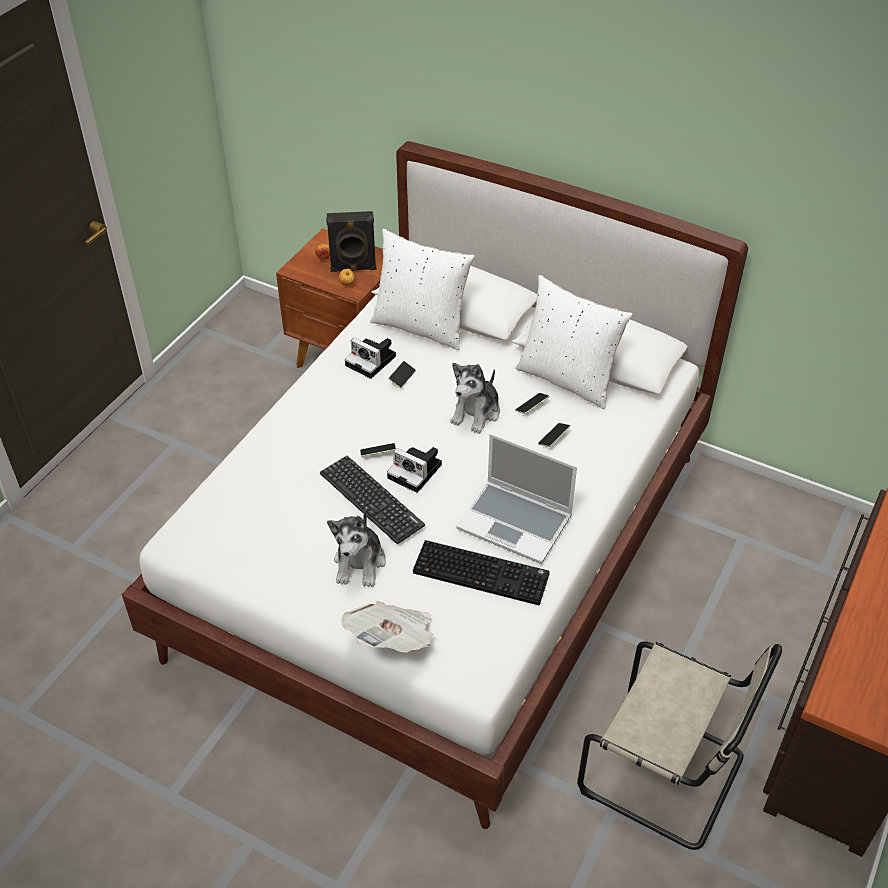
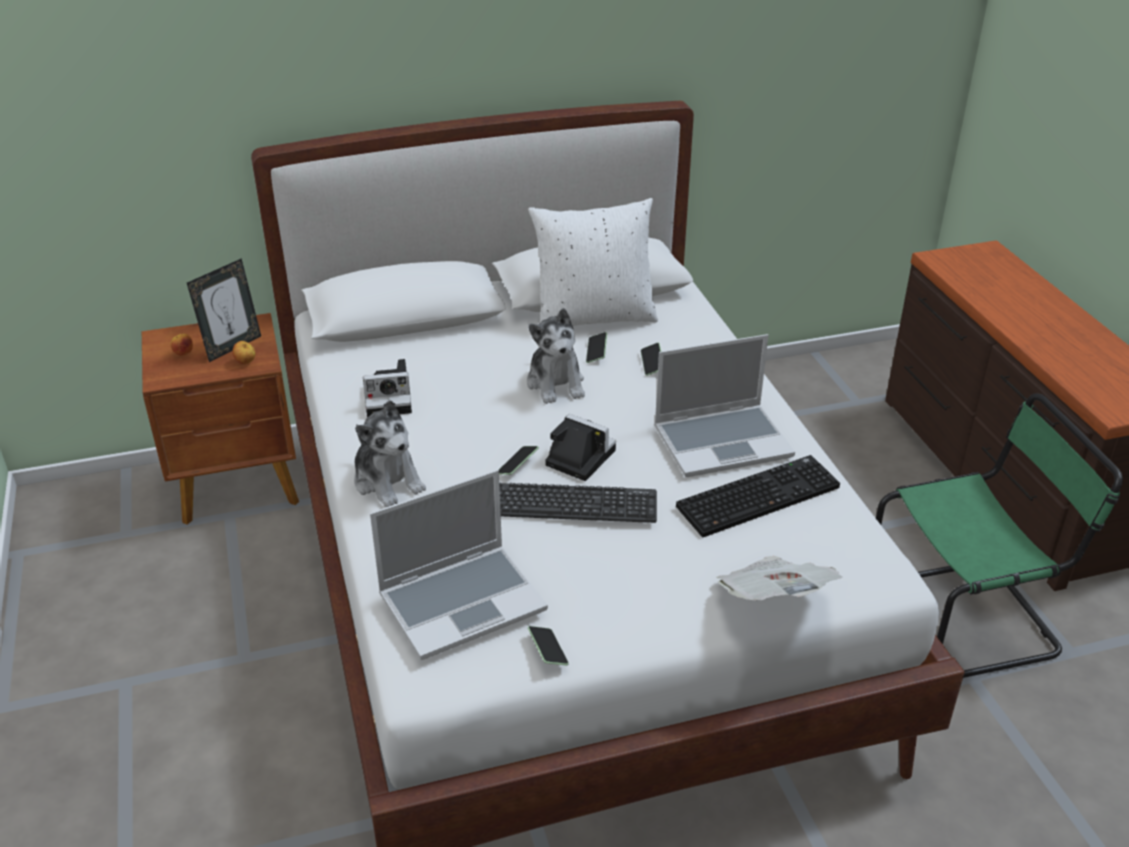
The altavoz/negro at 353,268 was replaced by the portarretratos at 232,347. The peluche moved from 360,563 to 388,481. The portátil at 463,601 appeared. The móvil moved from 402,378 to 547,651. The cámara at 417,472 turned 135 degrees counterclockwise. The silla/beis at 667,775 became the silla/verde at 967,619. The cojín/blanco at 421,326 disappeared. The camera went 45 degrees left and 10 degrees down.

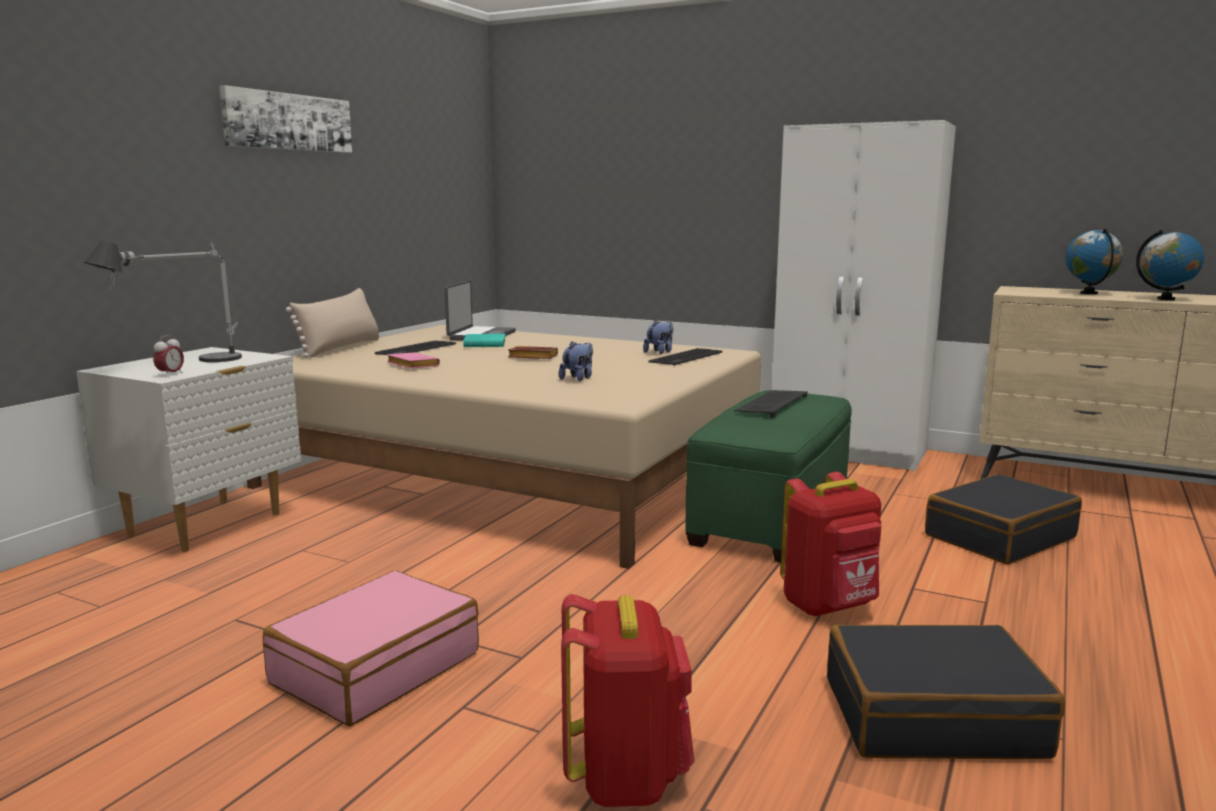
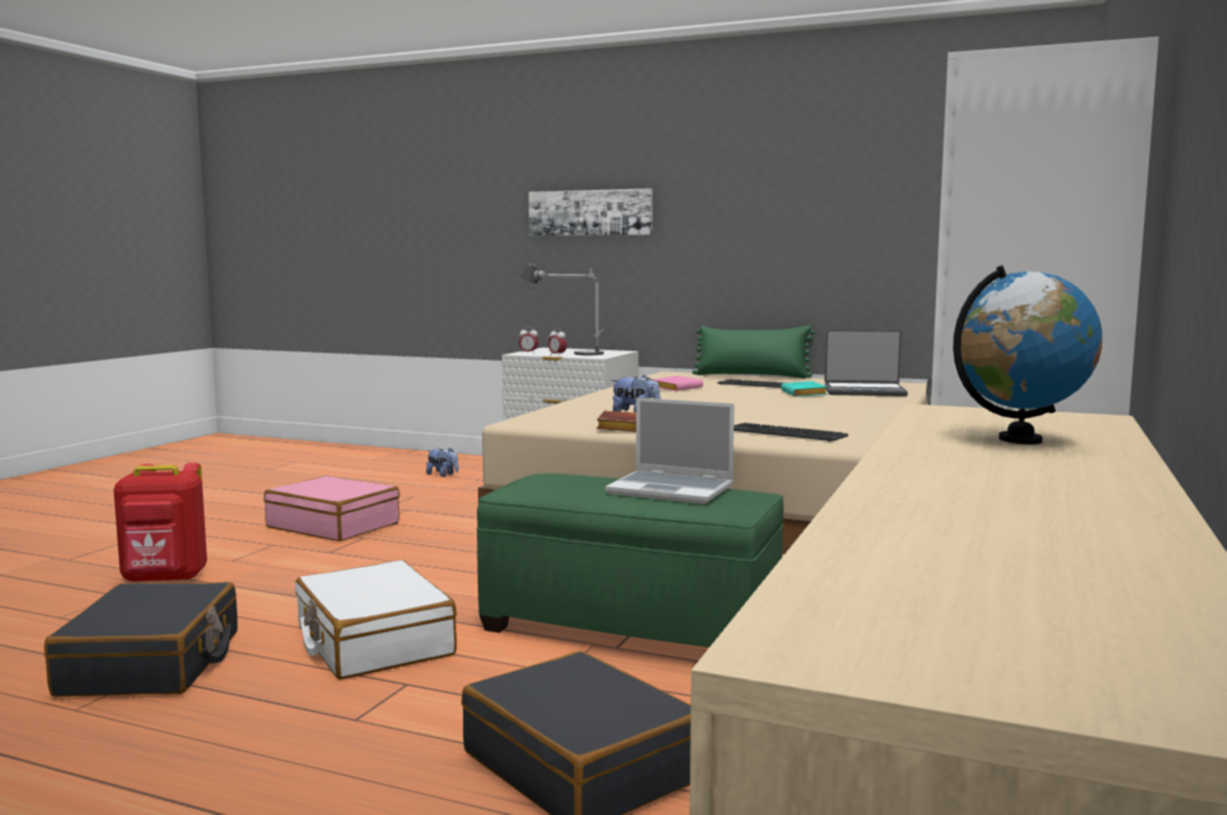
The mochila/rojo at 829,606 was replaced by the maleta/blanco at 373,642. The peluche moved from 660,352 to 443,475. The cuadro moved from 288,122 to 590,213. The despertador at 557,355 appeared. The libro/marrón moved from 531,357 to 618,427. The teclado at 771,404 was replaced by the portátil at 672,490. The cojín/beis at 340,348 became the cojín/verde at 752,376. The globo terráqueo at 1165,299 disappeared. The camera went 85 degrees right and 5 degrees down.

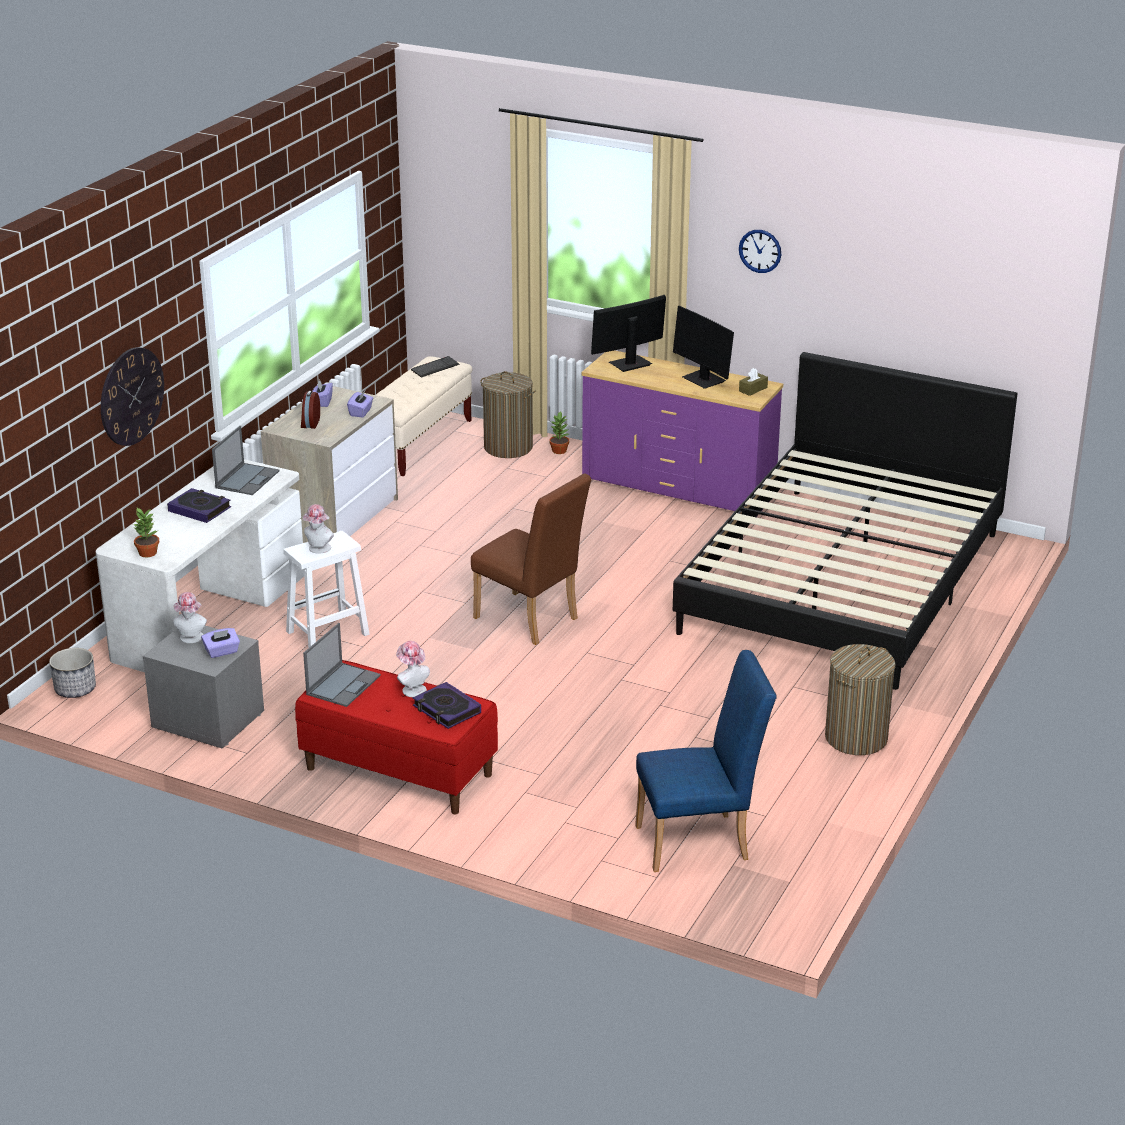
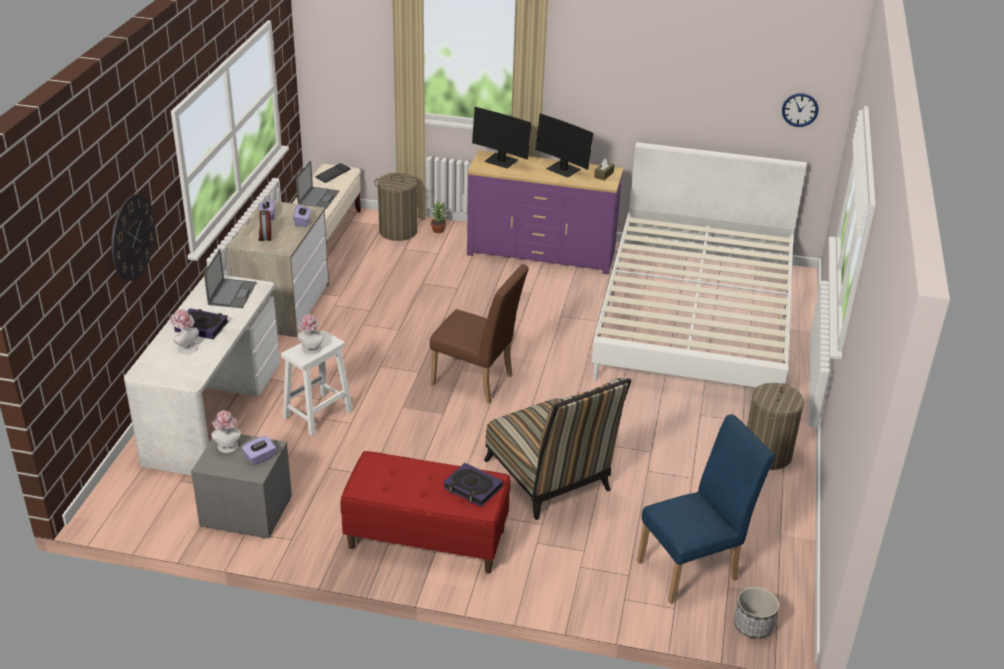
The sombrero moved from 412,689 to 186,347. The portátil moved from 343,684 to 318,198. The monitor at 630,364 turned 105 degrees counterclockwise. The silla at 551,480 appeared. The cama/negro at 843,581 became the cama/blanco at 696,319. The maceta moved from 75,689 to 753,626. The reloj de pared moved from 760,251 to 800,109. The planta en maceta at 147,553 disappeared. The camera went 15 degrees left and 5 degrees up.

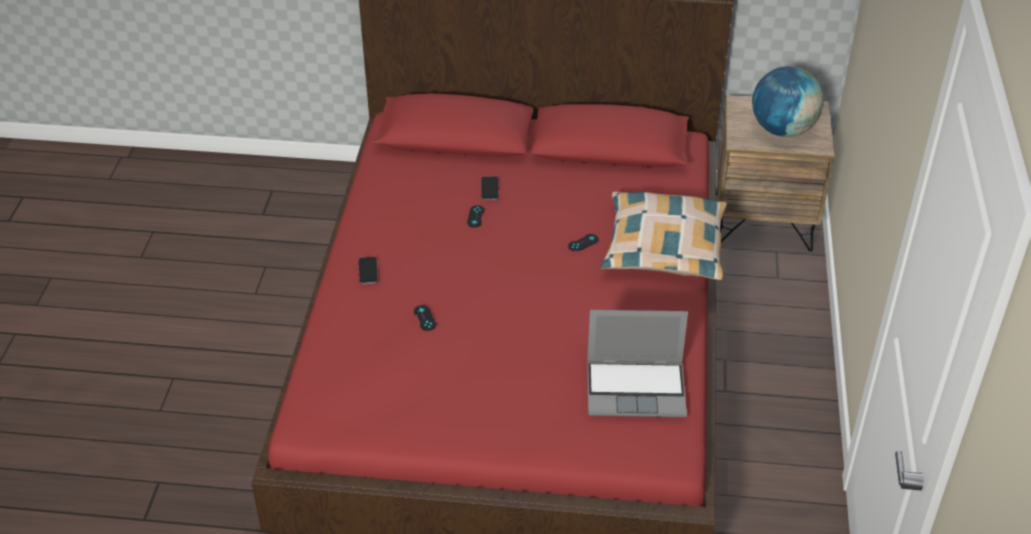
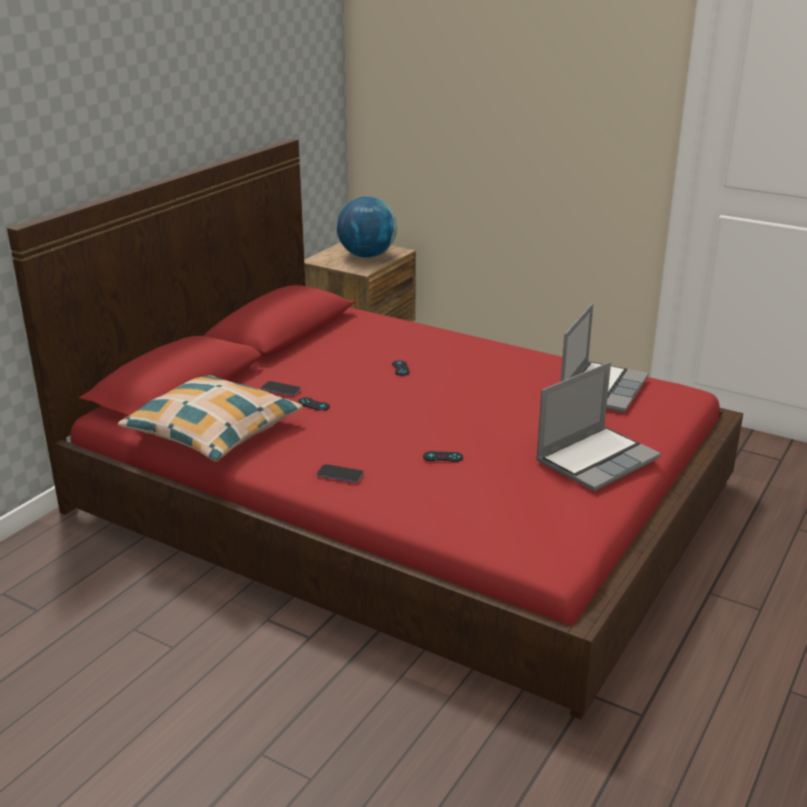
The cojín moved from 664,247 to 213,431. The portátil at 597,459 appeared. The camera went 65 degrees left and 15 degrees down.

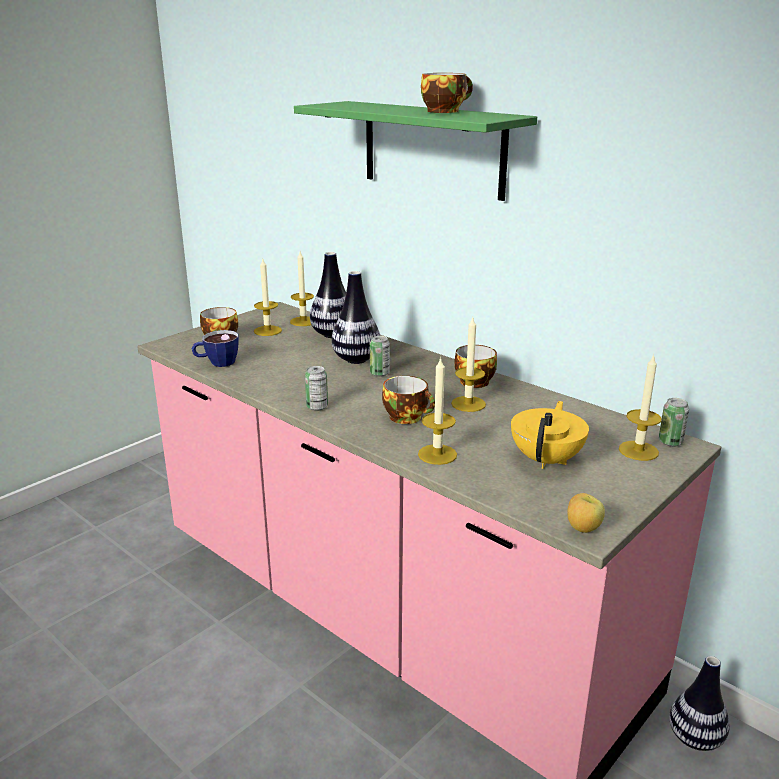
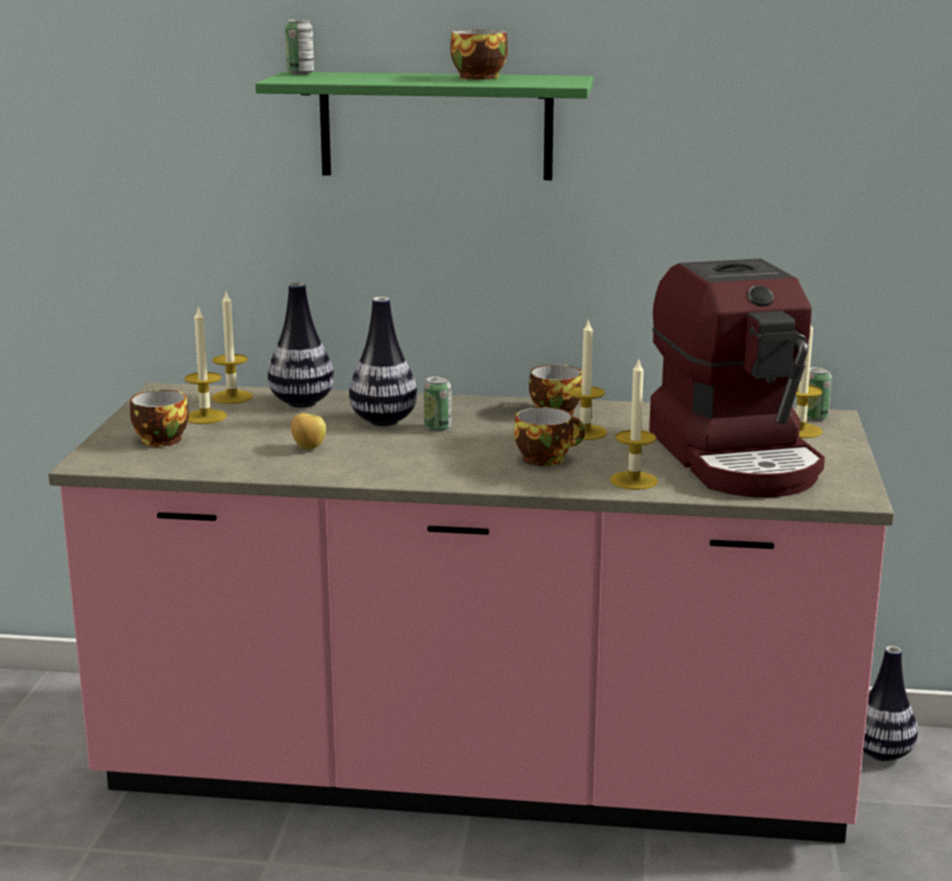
The lata moved from 317,407 to 300,73. The manzana moved from 582,529 to 308,448. The tetera/amarillo at 547,459 was replaced by the cafetera at 737,458. The taza at 217,363 disappeared. The camera went 35 degrees left and 5 degrees down.

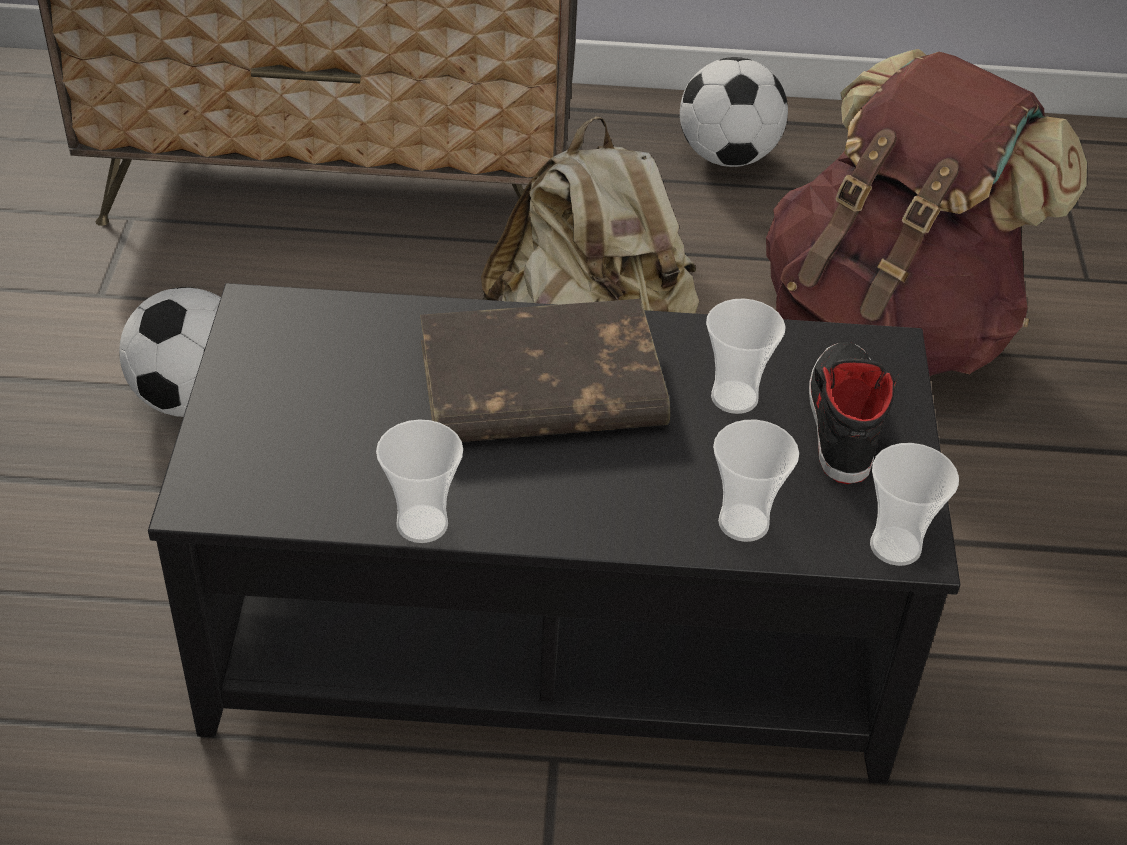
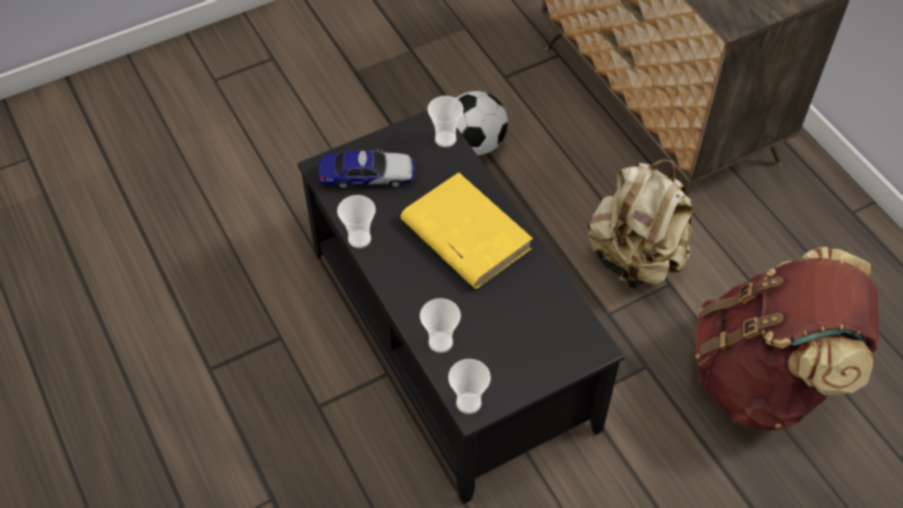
The coche de juguete at 367,175 appeared. The libro/marrón at 539,385 became the libro/amarillo at 465,234. The taza moved from 734,397 to 445,139. The balón de fútbol at 727,156 disappeared. The zapato/negro at 841,419 disappeared. The camera went 60 degrees right and 10 degrees up.

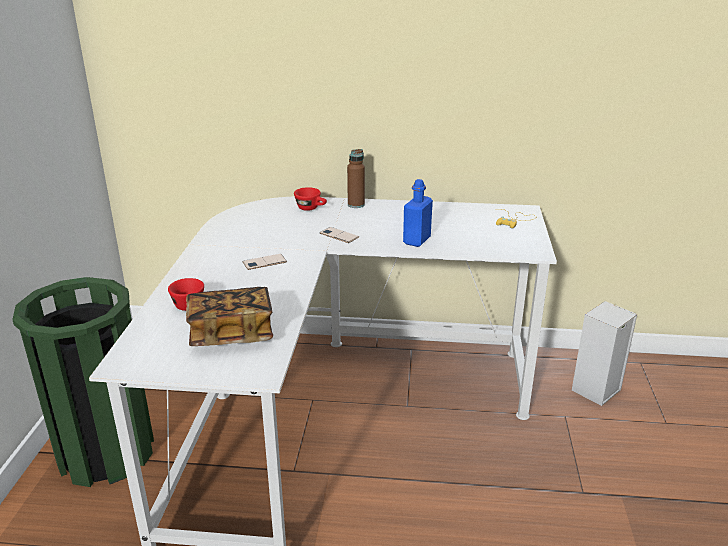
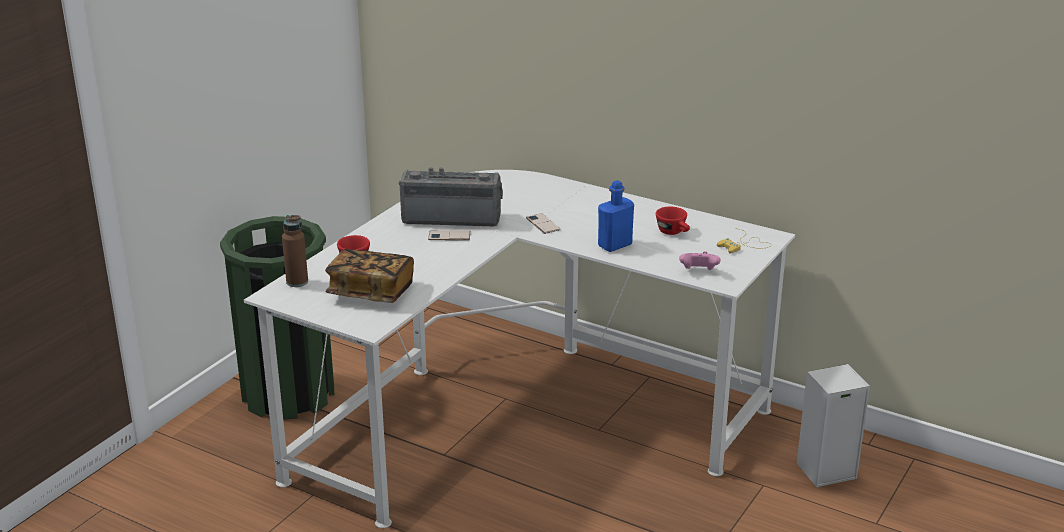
The botella/marrón moved from 356,205 to 297,282. The radio at 452,217 appeared. The taza/rojo moved from 311,208 to 674,232. The mando de consola/rosa at 698,272 appeared. The camera went 25 degrees right and 0 degrees up.

